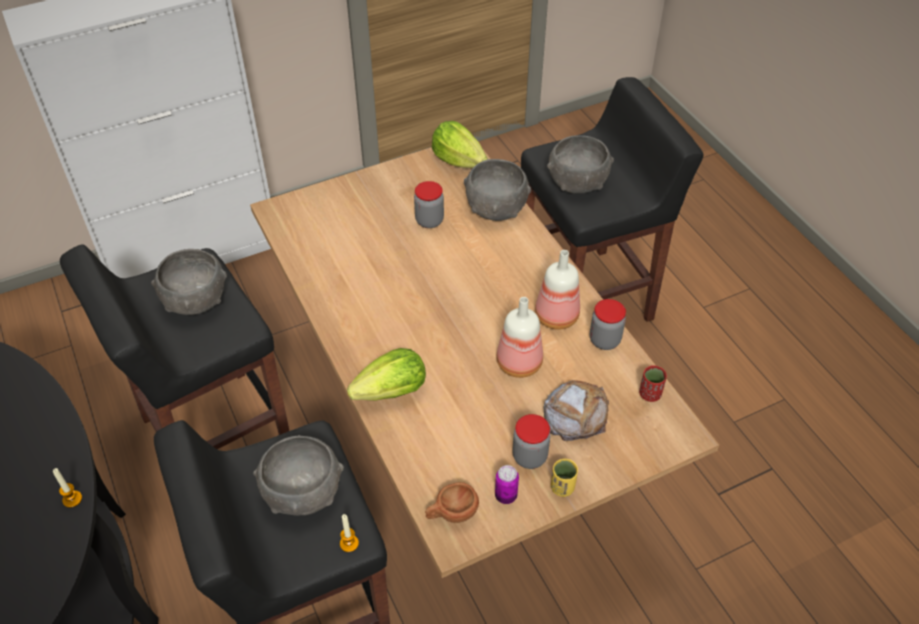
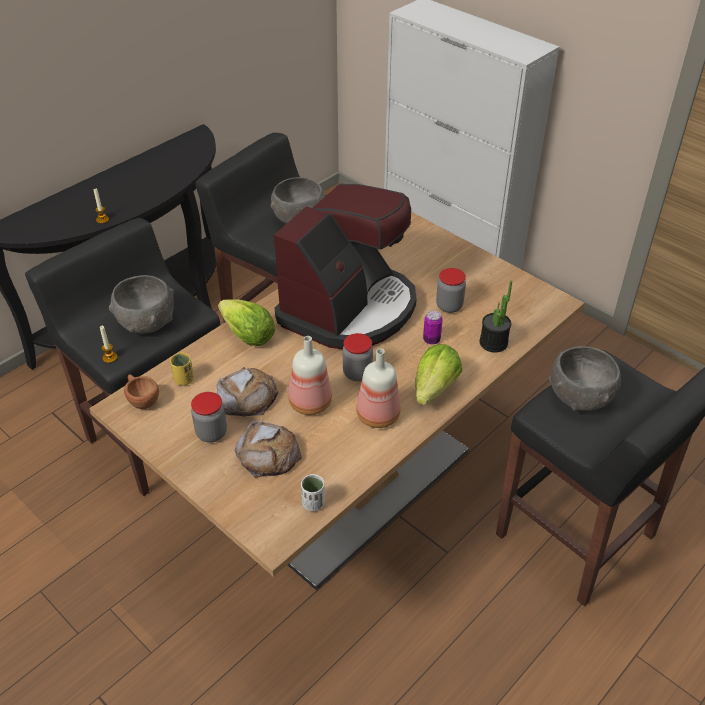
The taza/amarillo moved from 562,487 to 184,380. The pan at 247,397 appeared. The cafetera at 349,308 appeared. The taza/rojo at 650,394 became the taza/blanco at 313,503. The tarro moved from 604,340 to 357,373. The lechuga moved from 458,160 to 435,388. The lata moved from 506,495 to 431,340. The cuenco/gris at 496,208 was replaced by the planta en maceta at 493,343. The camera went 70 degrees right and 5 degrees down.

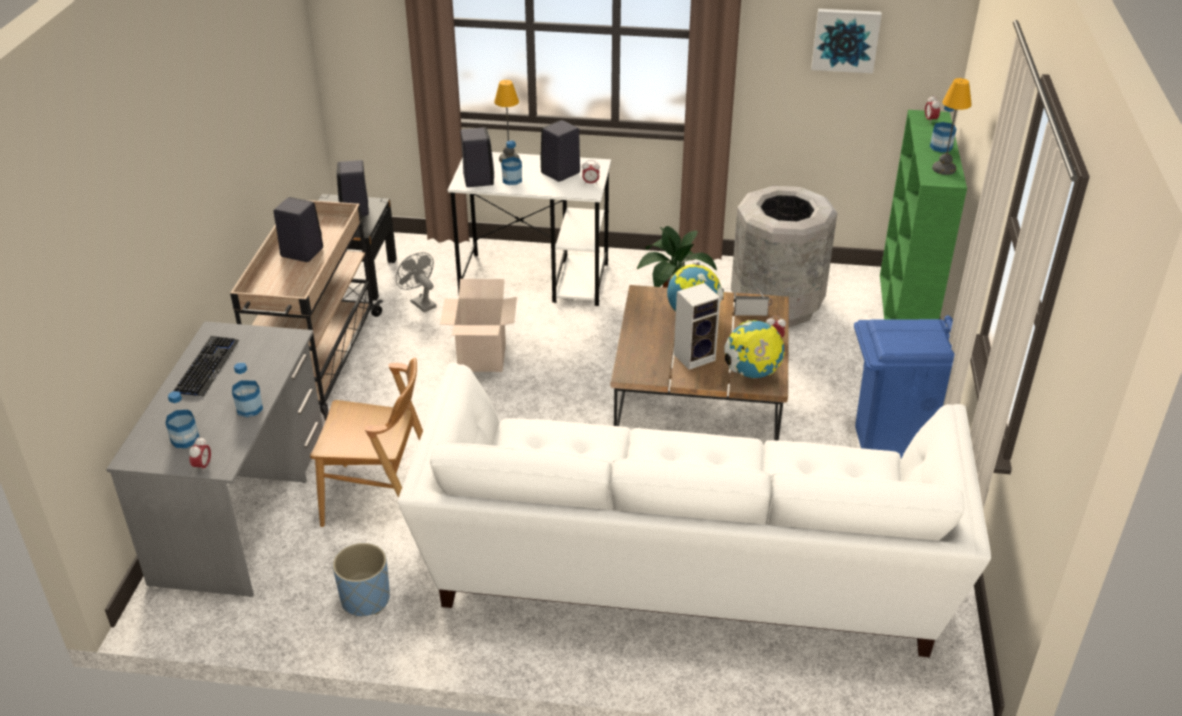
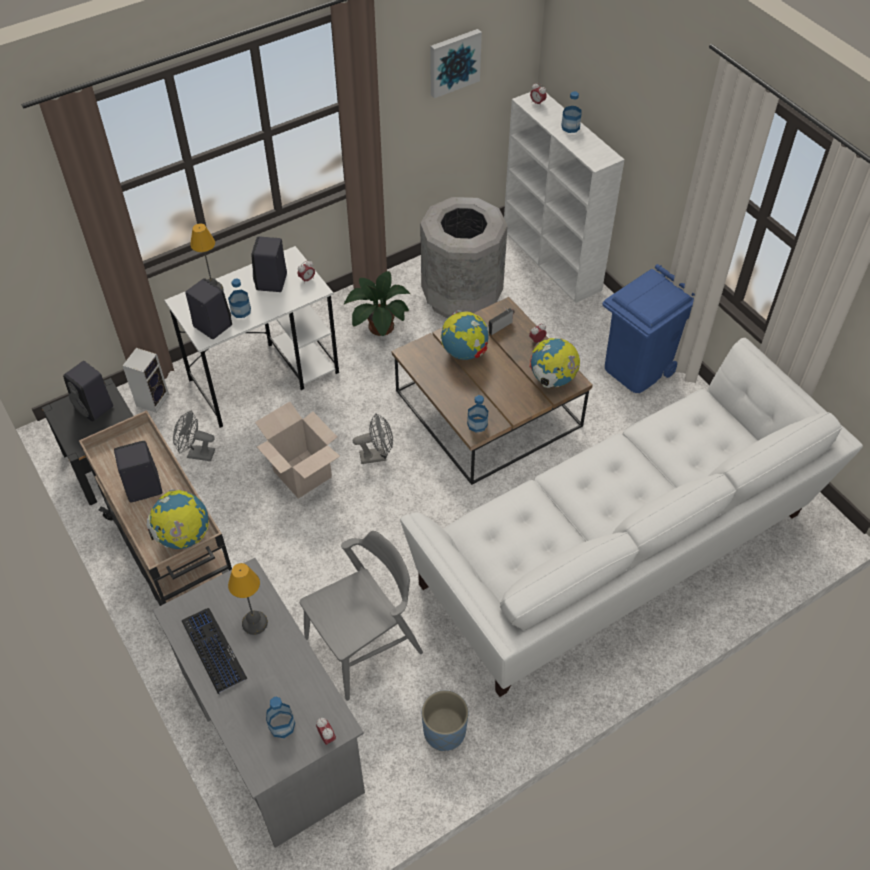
The altavoz moved from 695,356 to 152,399. The globo terráqueo at 184,536 appeared. The lámpara de mesa moved from 943,168 to 254,622. The silla/marrón at 381,499 became the silla/gris at 364,646. The ventilador/gris at 377,456 appeared. The botella moved from 249,408 to 477,424. The estantería/verde at 904,318 became the estantería/blanco at 552,260. The camera went 40 degrees left and 15 degrees up.

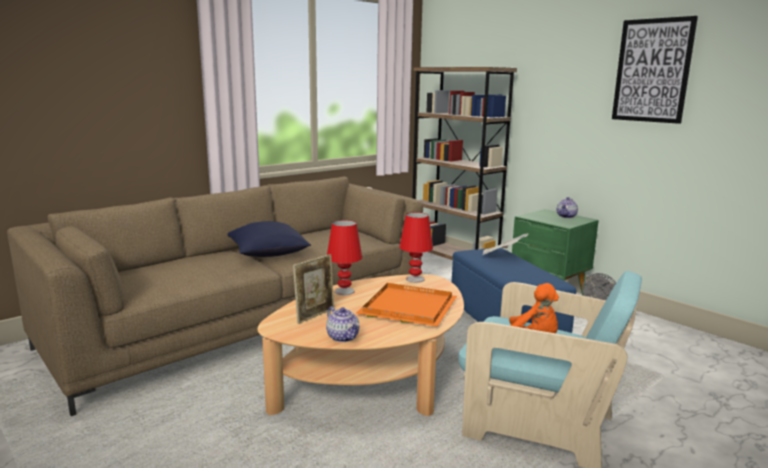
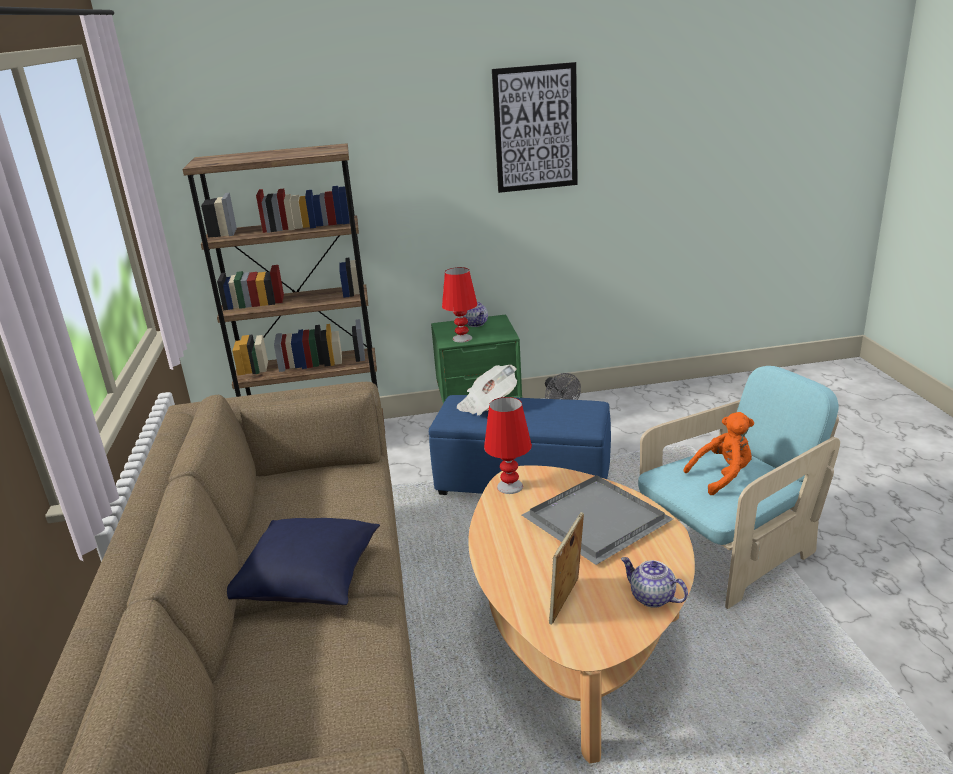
The lámpara de mesa/rojo moved from 344,291 to 462,338. The bandeja/naranja at 410,307 became the bandeja/gris at 596,519. The portarretratos at 315,315 turned 135 degrees counterclockwise. The tetera at 343,337 turned 135 degrees counterclockwise. The camera went 55 degrees left and 10 degrees up.

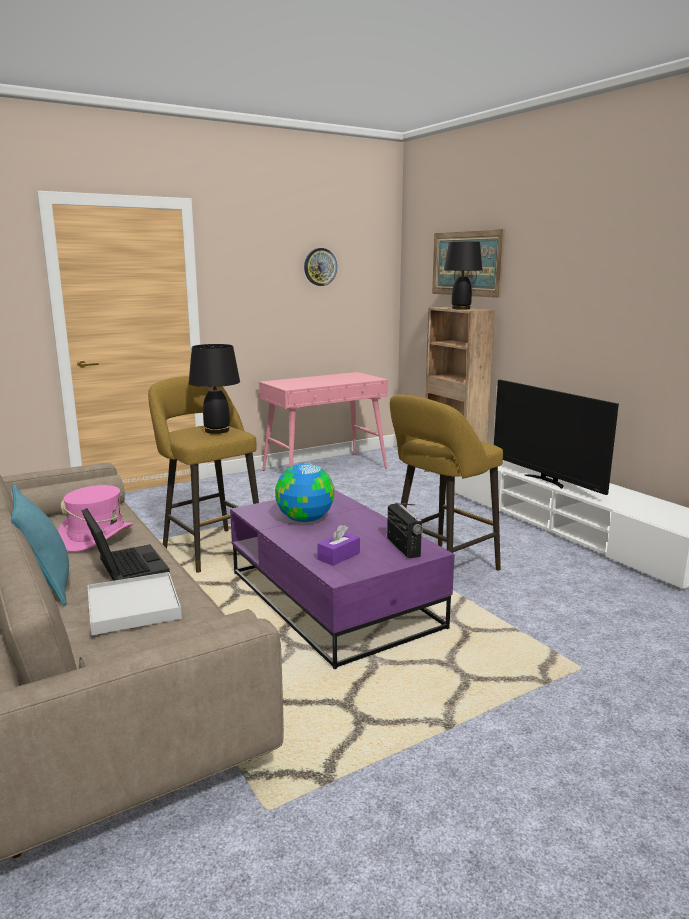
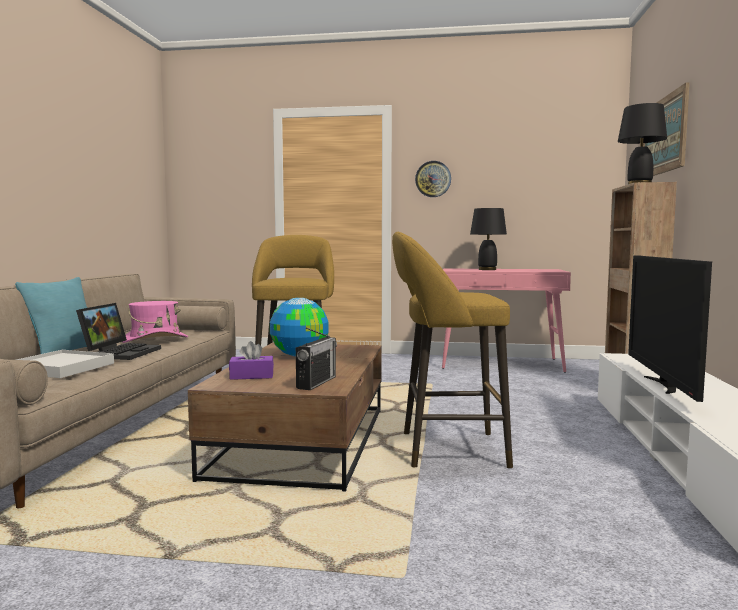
The mesa de centro/morado at 331,599 became the mesa de centro/marrón at 302,441. The reloj de pared moved from 320,267 to 433,179. The lámpara de mesa/negro moved from 216,430 to 487,269. The camera went 40 degrees right and 10 degrees down.

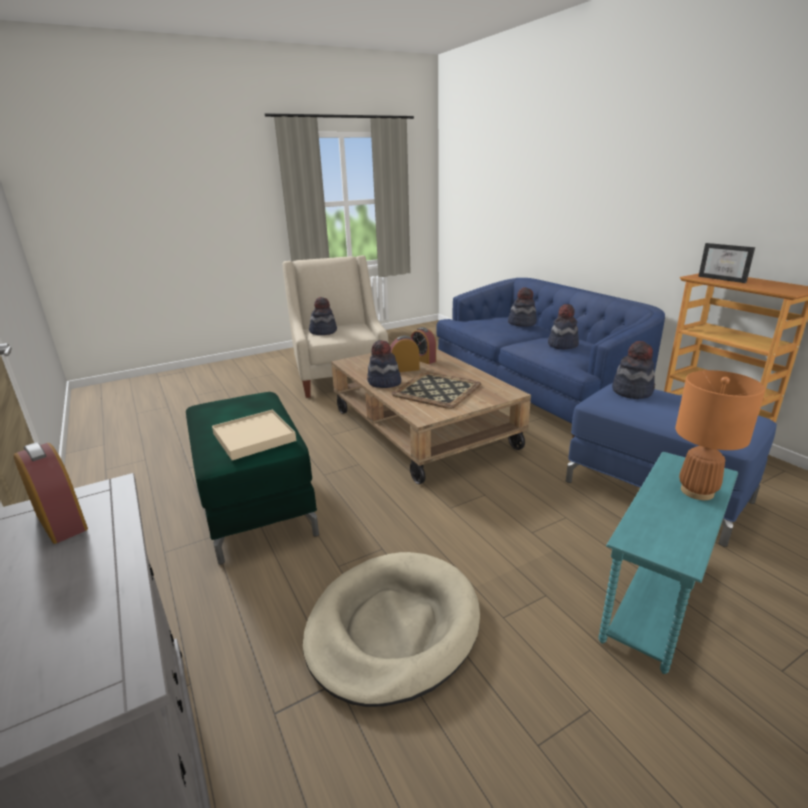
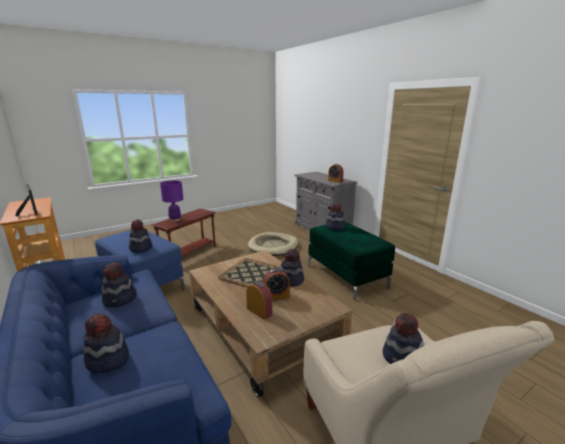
The mesa auxiliar/turquesa at 657,599 became the mesa auxiliar/marrón at 188,252. The lámpara de mesa/naranja at 697,491 became the lámpara de mesa/morado at 175,219. The bandeja/beis at 254,437 was replaced by the sombrero at 335,227. The camera went 175 degrees right and 5 degrees down.

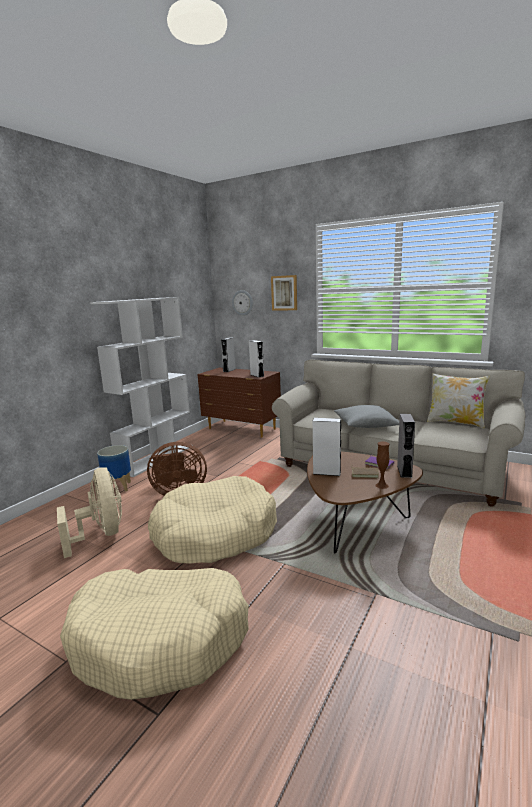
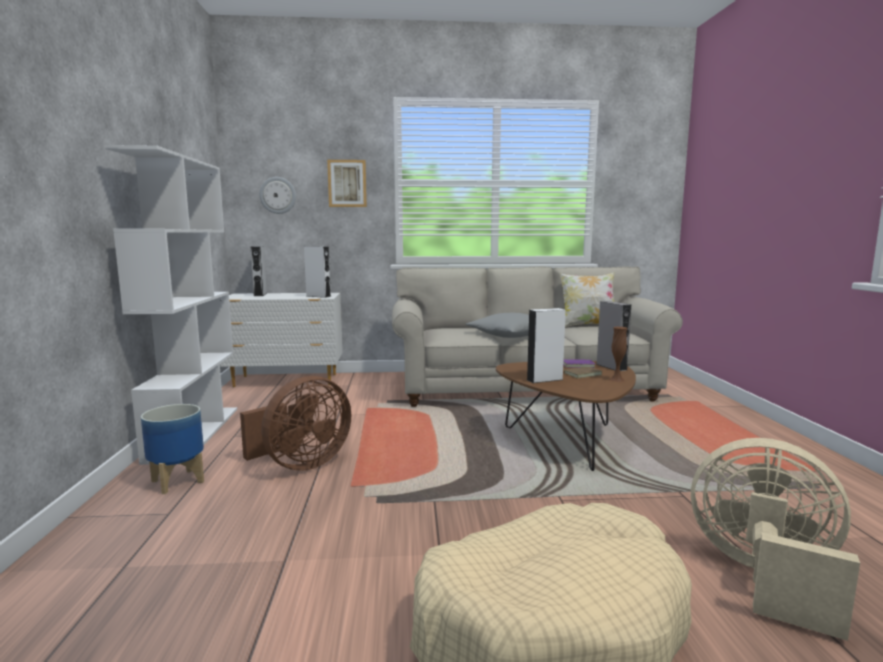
The cómoda/marrón at 242,429 became the cómoda/blanco at 287,381. The ventilador/beis moved from 101,534 to 764,577. The cama para perro/beis at 214,533 disappeared. The camera went 35 degrees left and 5 degrees down.

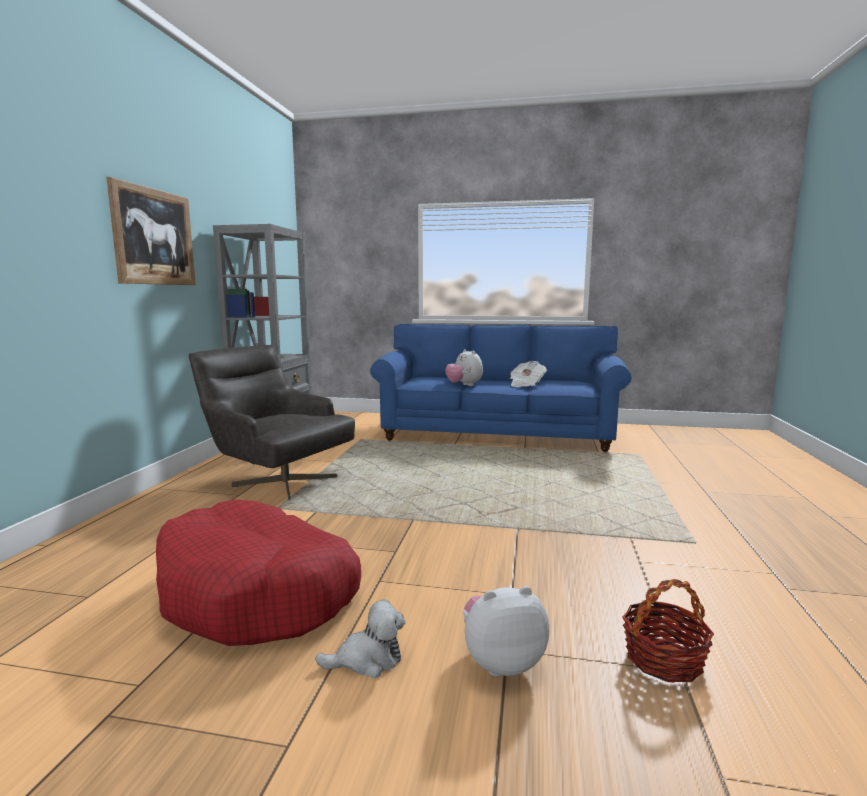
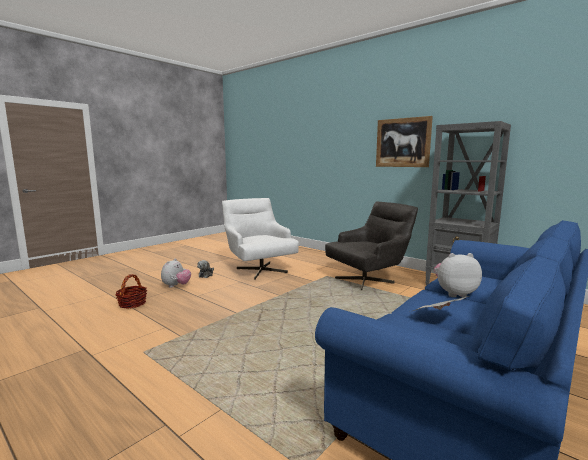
The cama para perro/rojo at 258,592 was replaced by the sillón/blanco at 258,269. The camera went 120 degrees right and 0 degrees up.

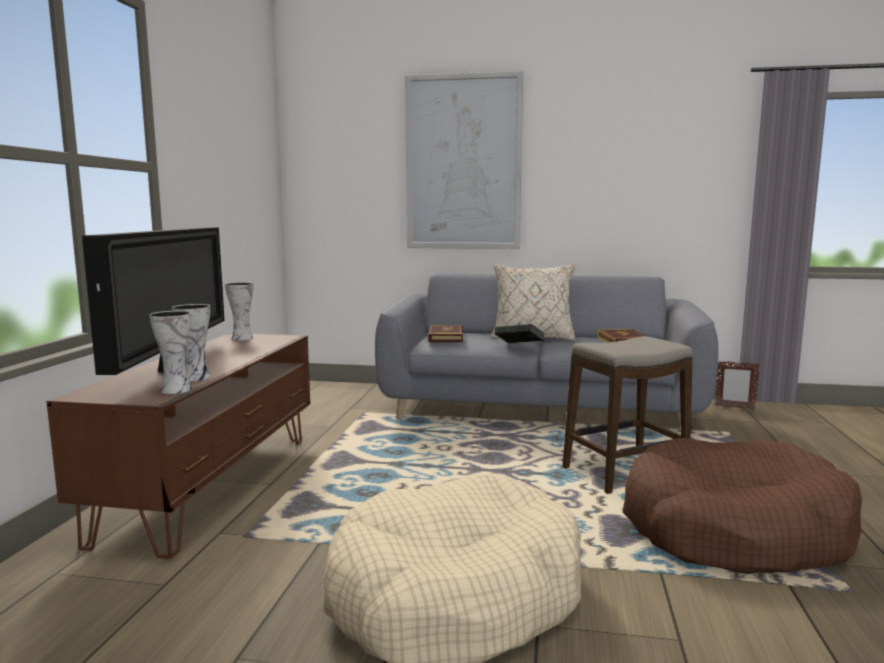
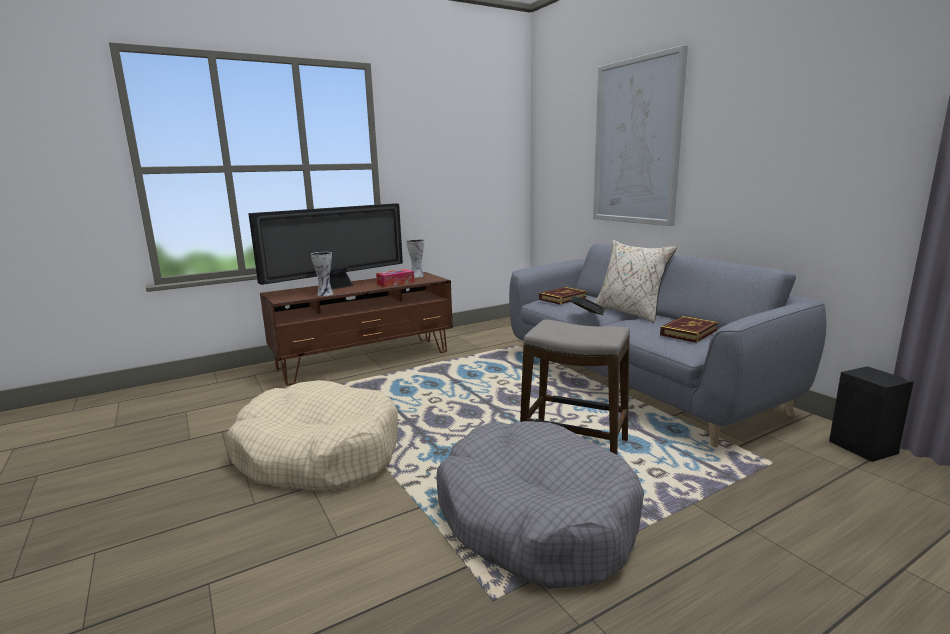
The caja de pañuelos at 395,283 appeared. The cama para perro/marrón at 733,530 became the cama para perro/gris at 535,518. The portarretratos at 734,407 was replaced by the altavoz/negro at 864,448. The florero at 175,389 disappeared. The camera went 50 degrees right and 5 degrees up.

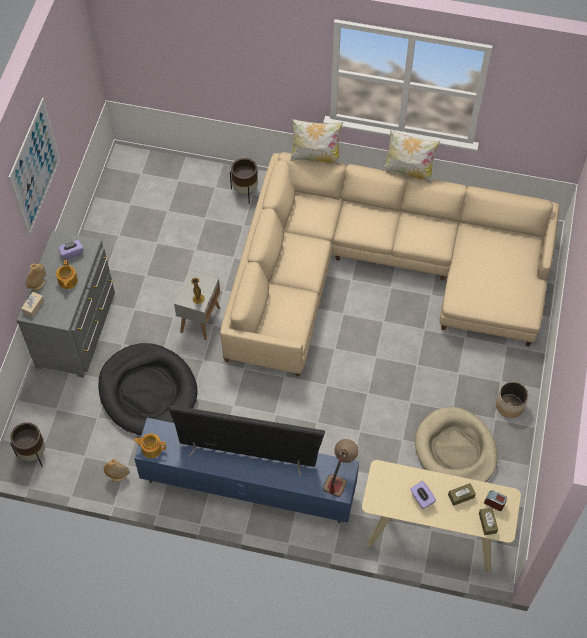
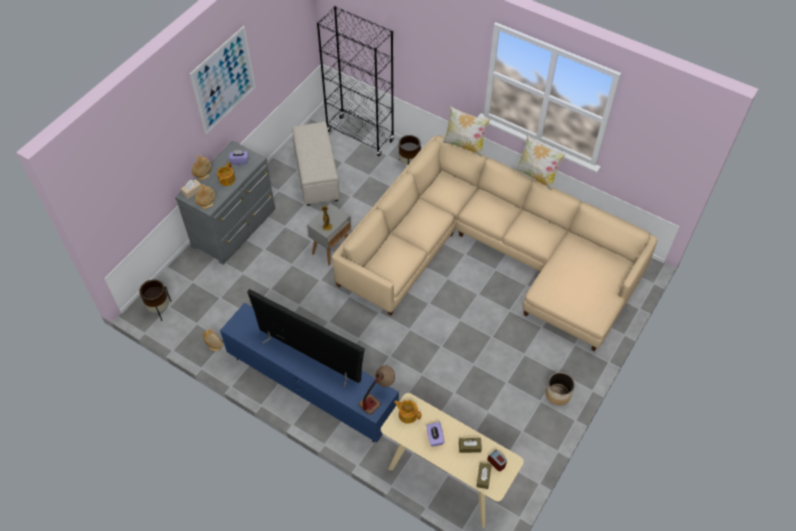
The florero/beis at 207,205 appeared. The puf/beis at 317,175 appeared. The estantería/negro at 360,136 appeared. The tetera moved from 151,448 to 407,414. The cama para perro/negro at 148,391 disappeared. The cama para perro/beis at 455,450 disappeared. The camera went 20 degrees right and 5 degrees down.

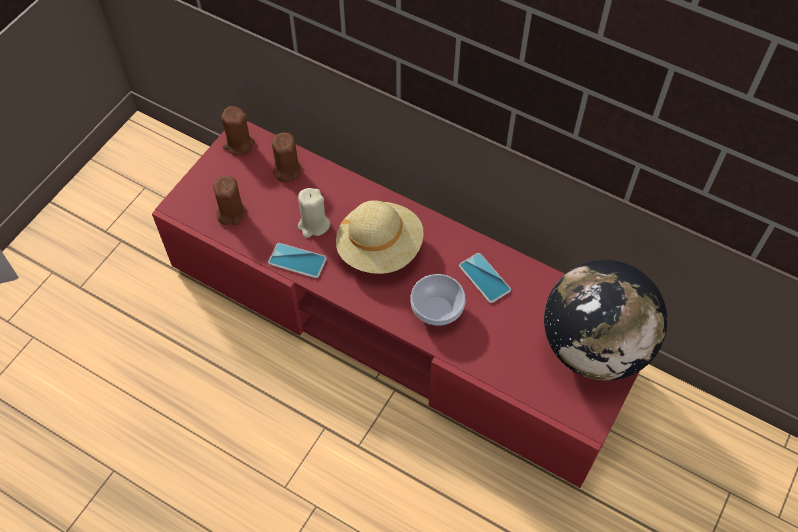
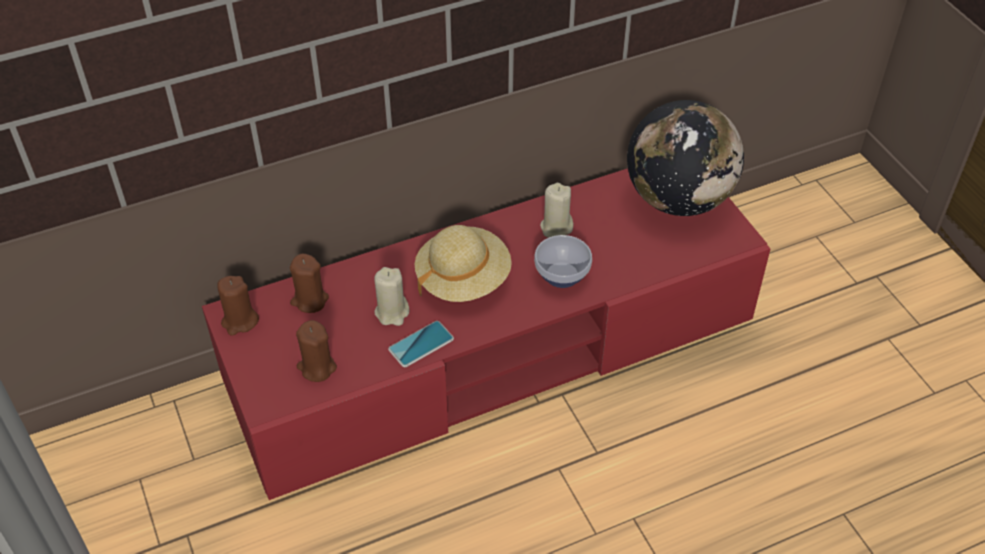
The móvil at 484,278 was replaced by the vela/beis at 556,228. The camera went 55 degrees left and 10 degrees down.

